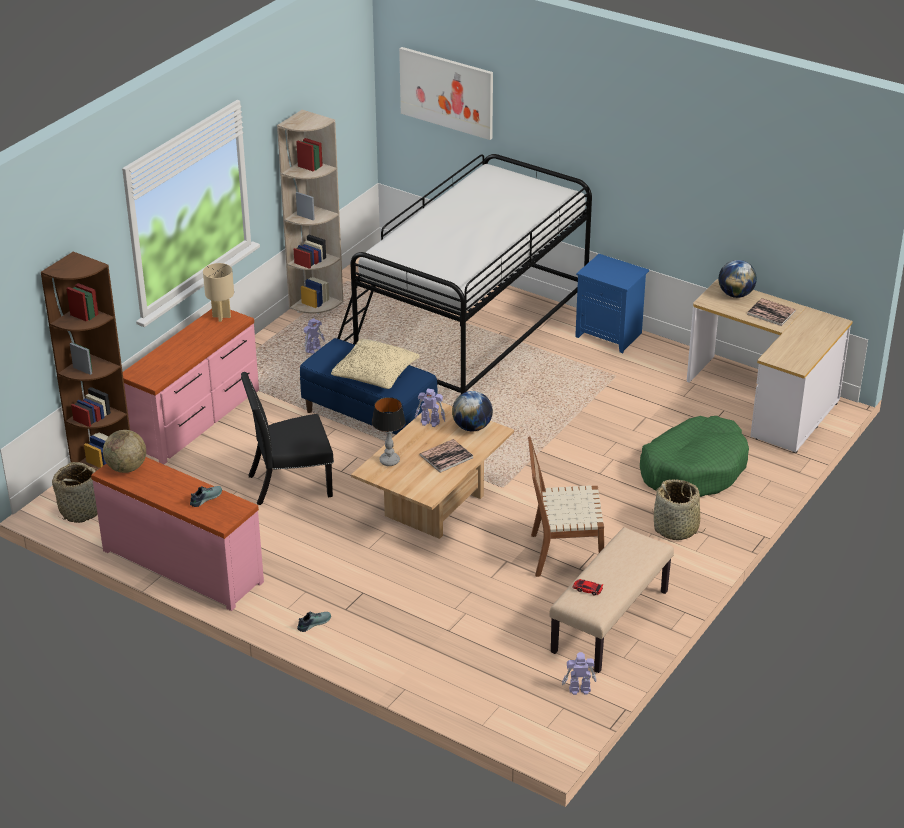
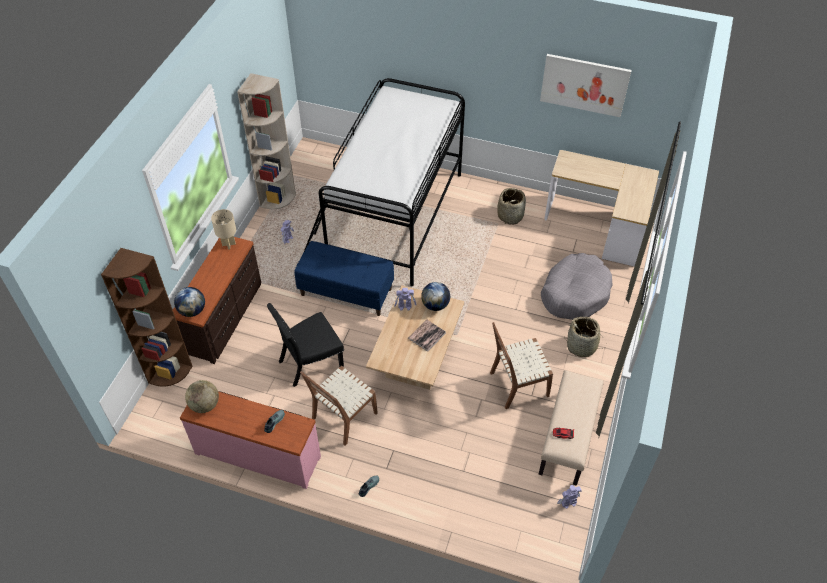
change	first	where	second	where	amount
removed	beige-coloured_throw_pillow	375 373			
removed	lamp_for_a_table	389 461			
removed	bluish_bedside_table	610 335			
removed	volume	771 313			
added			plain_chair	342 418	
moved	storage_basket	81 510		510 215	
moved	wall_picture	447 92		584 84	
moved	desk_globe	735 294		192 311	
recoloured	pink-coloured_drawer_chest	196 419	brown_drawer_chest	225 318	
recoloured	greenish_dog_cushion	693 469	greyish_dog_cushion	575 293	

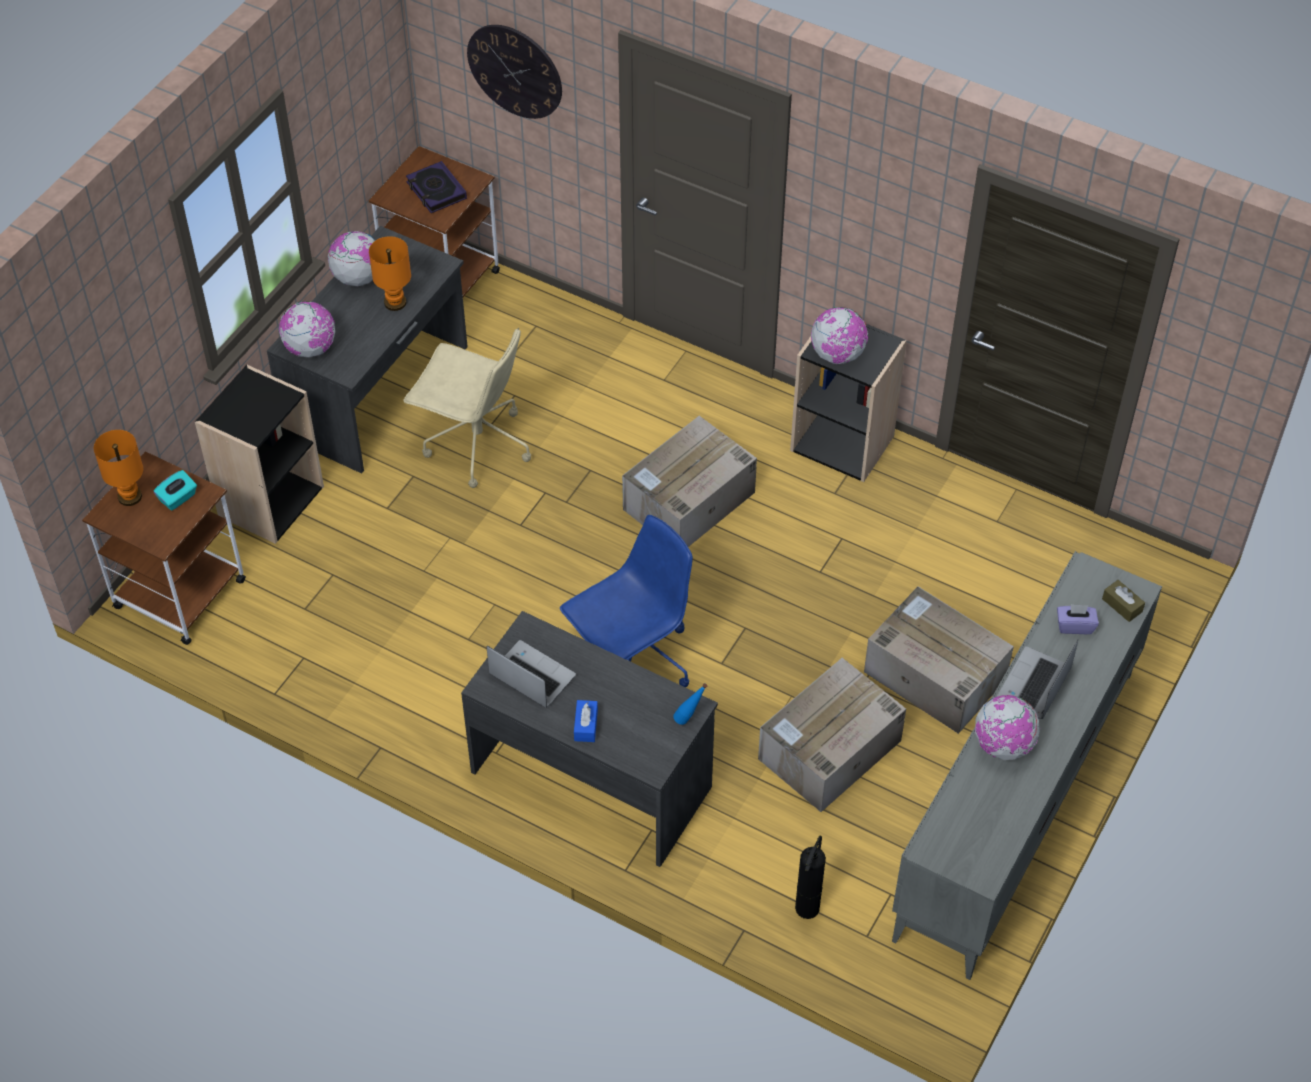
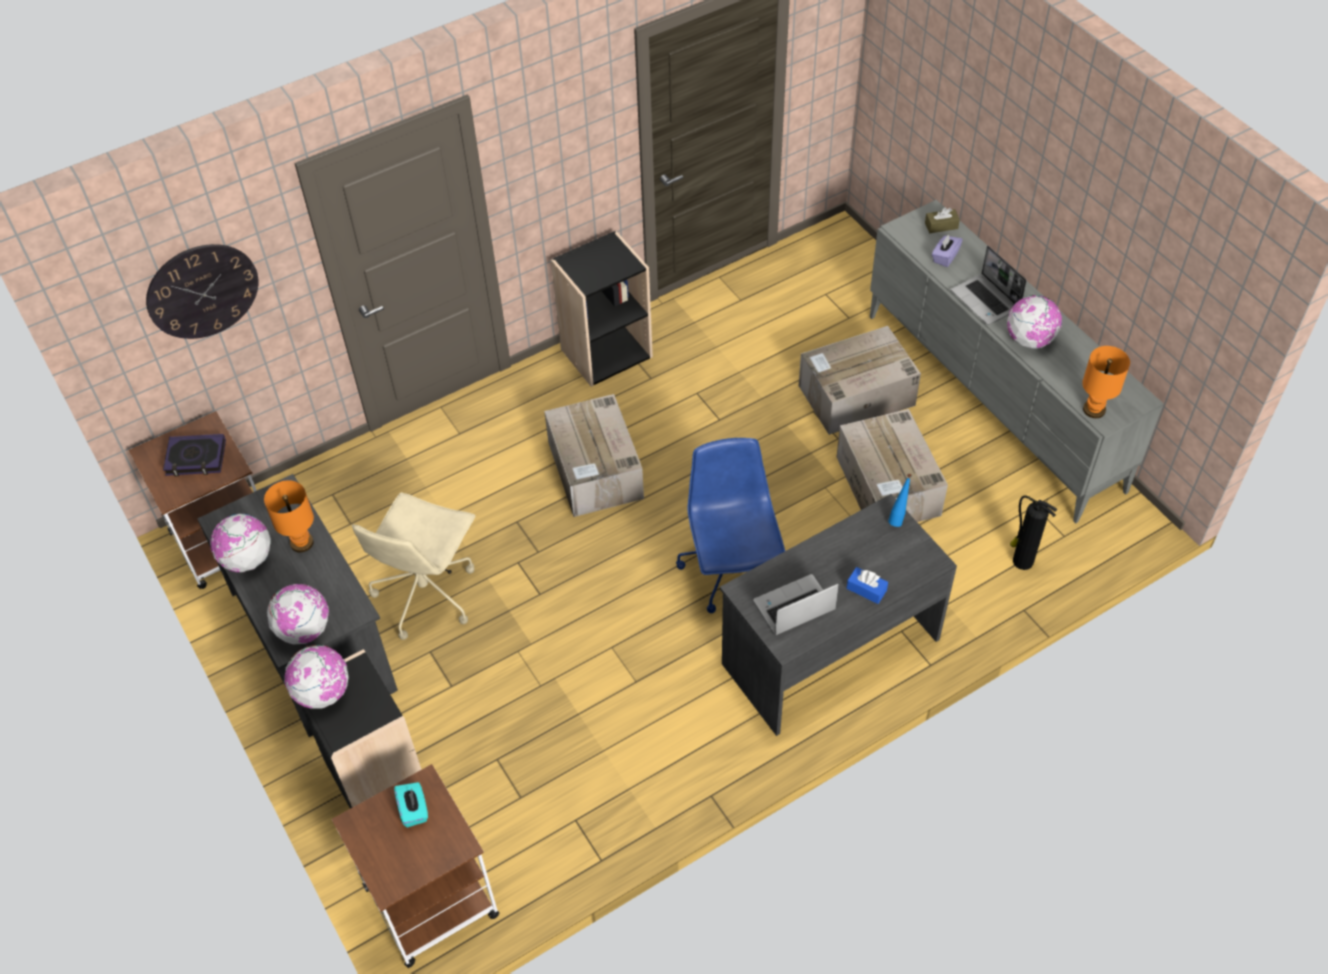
change	first	where	second	where	amount
moved	orangey_lamp_for_a_table	130 496		1094 409	
moved	desk_globe	837 355		323 692	
turned	beige-coloured_desk_chair	474 444		428 592	150 degrees clockwise

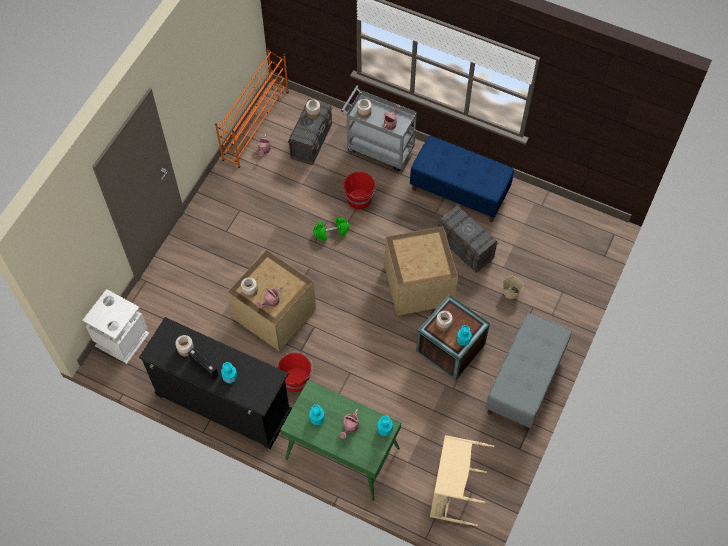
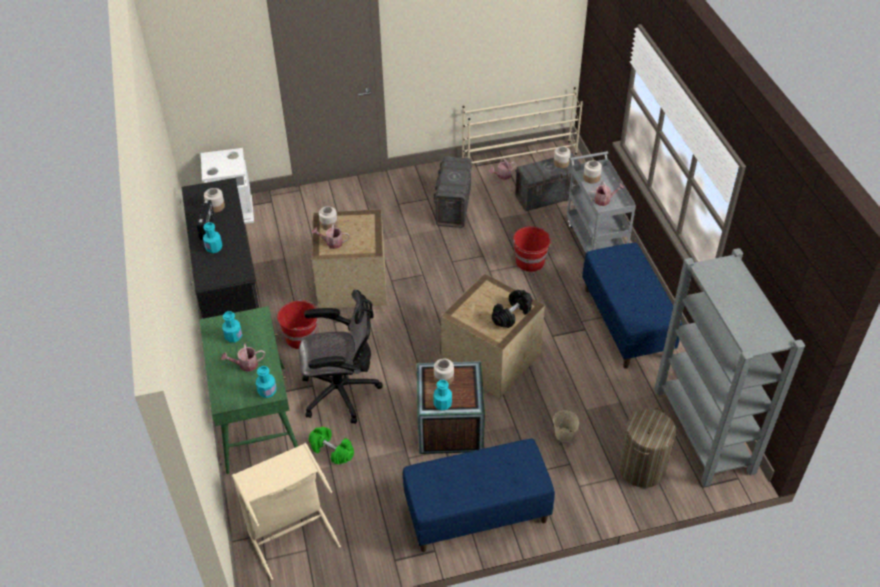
change	first	where	second	where	amount
added			desk_chair	340 392	
added			black-coloured_dumbbell	511 314	
added			hamper	642 468	
added			greyish_bookshelf	703 430	
moved	greenish_dumbbell	331 232		331 451	
moved	greyish_storage_container	465 248		453 207	
recoloured	orangey_shoe_shelf	256 125	beige-coloured_shoe_shelf	520 157	
recoloured	greyish_bench	525 382	bluish_bench	476 514	

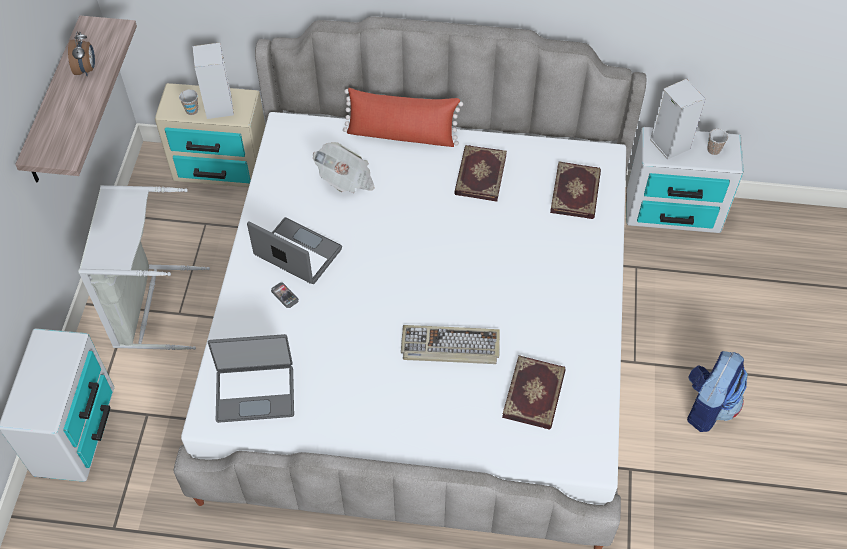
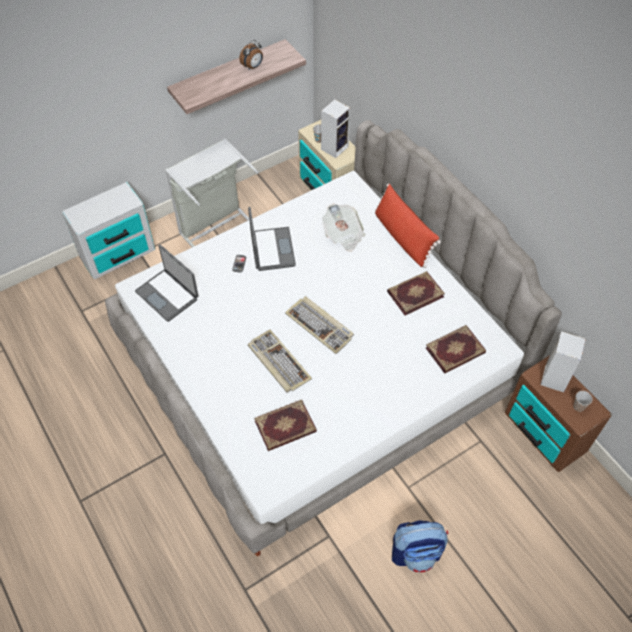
change	first	where	second	where	amount
added			computer_keyboard	320 326	
recoloured	whitish_bedside_table	672 216	brown_bedside_table	542 435	

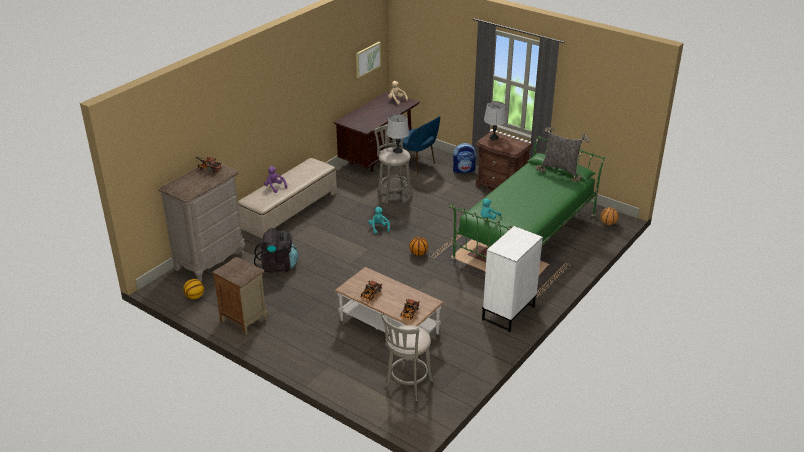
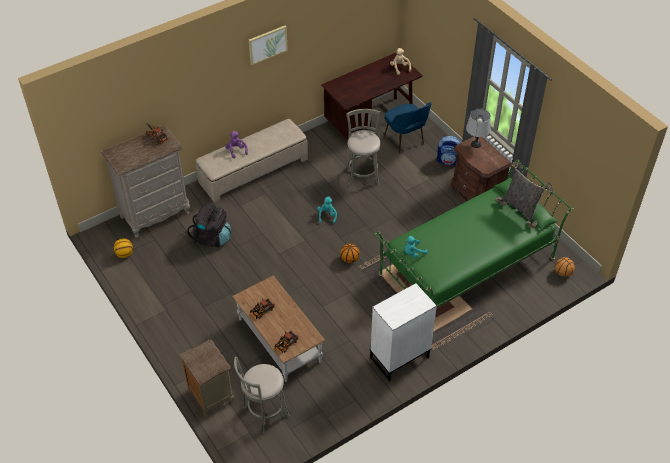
change	first	where	second	where	amount
removed	greyish_lamp_for_a_table	397 150			
moved	beige-coloured_bedside_table	244 319		211 395	
moved	wall_picture	367 59		267 44	

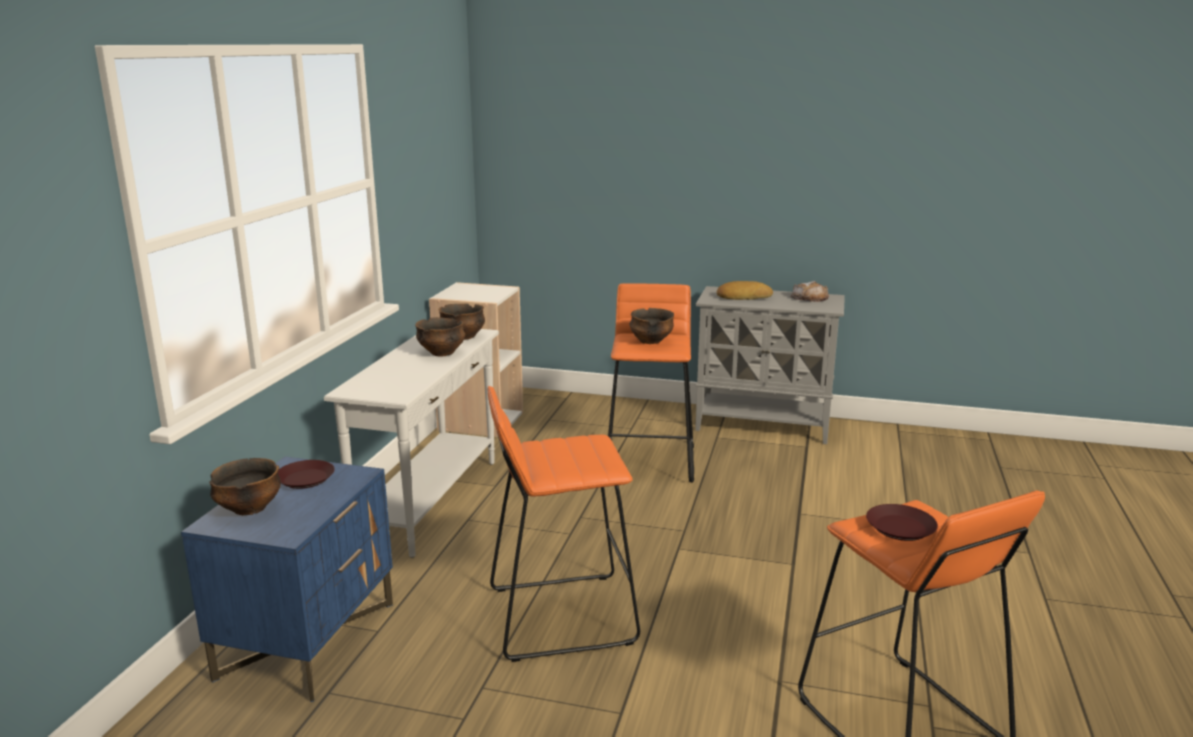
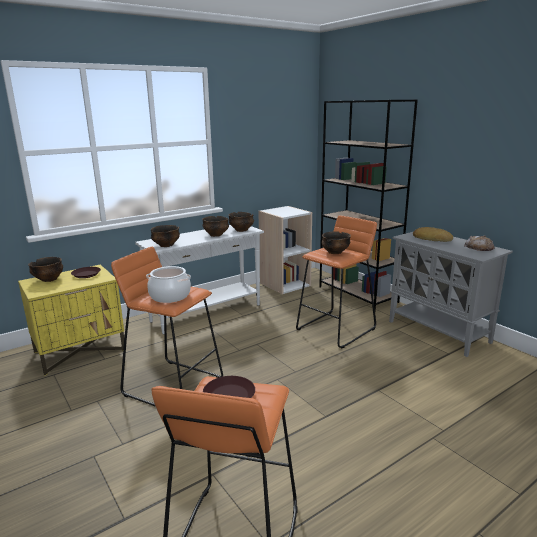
change	first	where	second	where	amount
added			cooking_pot	169 296	
added			bowl	166 245	
added			beige-coloured_bookshelf	358 294	
recoloured	bluish_bedside_table	308 640	yellowish_bedside_table	80 351	

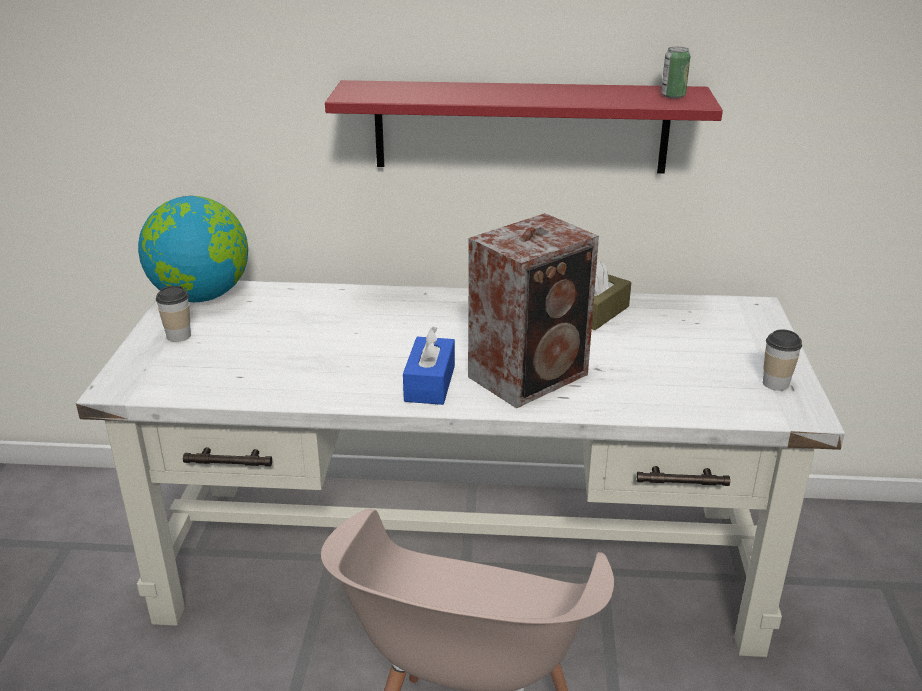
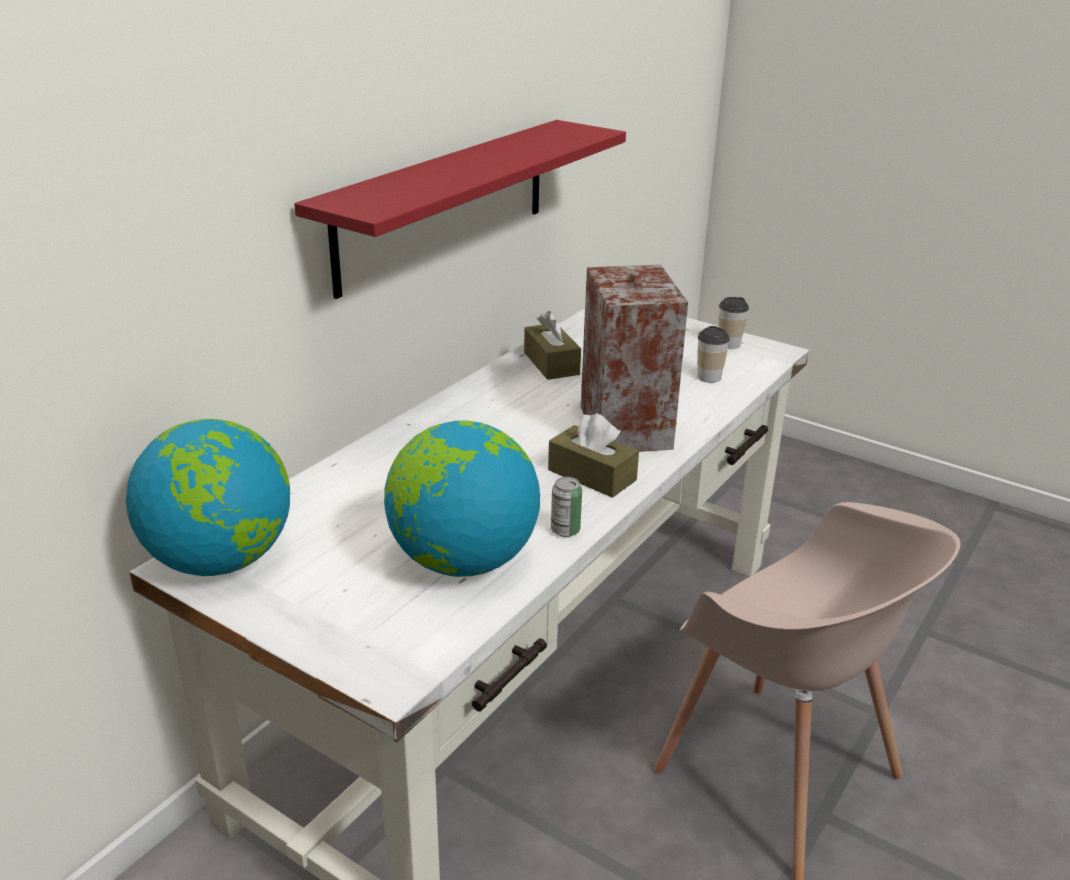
change	first	where	second	where	amount
added			desk_globe	463 560	
moved	drinking_cup	178 336		709 377	
moved	can	673 96		565 530	
recoloured	bluish_tissue_holder	430 383	brown_tissue_holder	592 475	

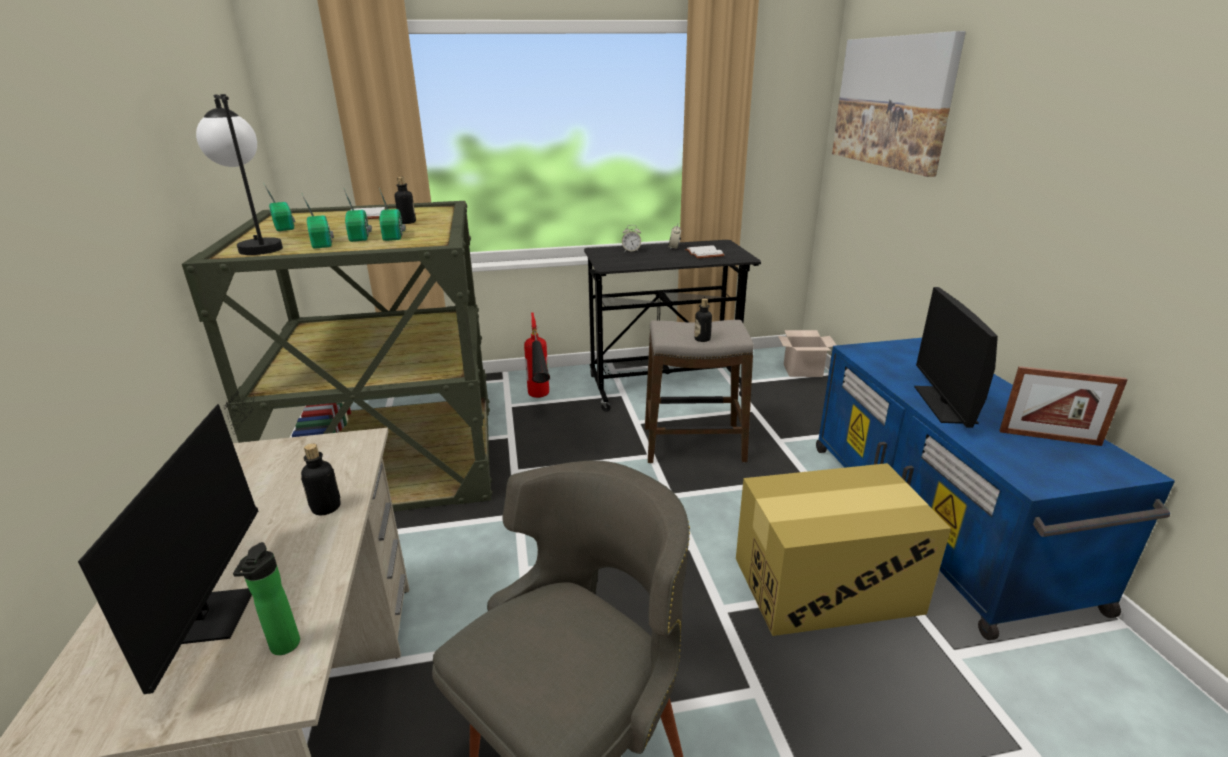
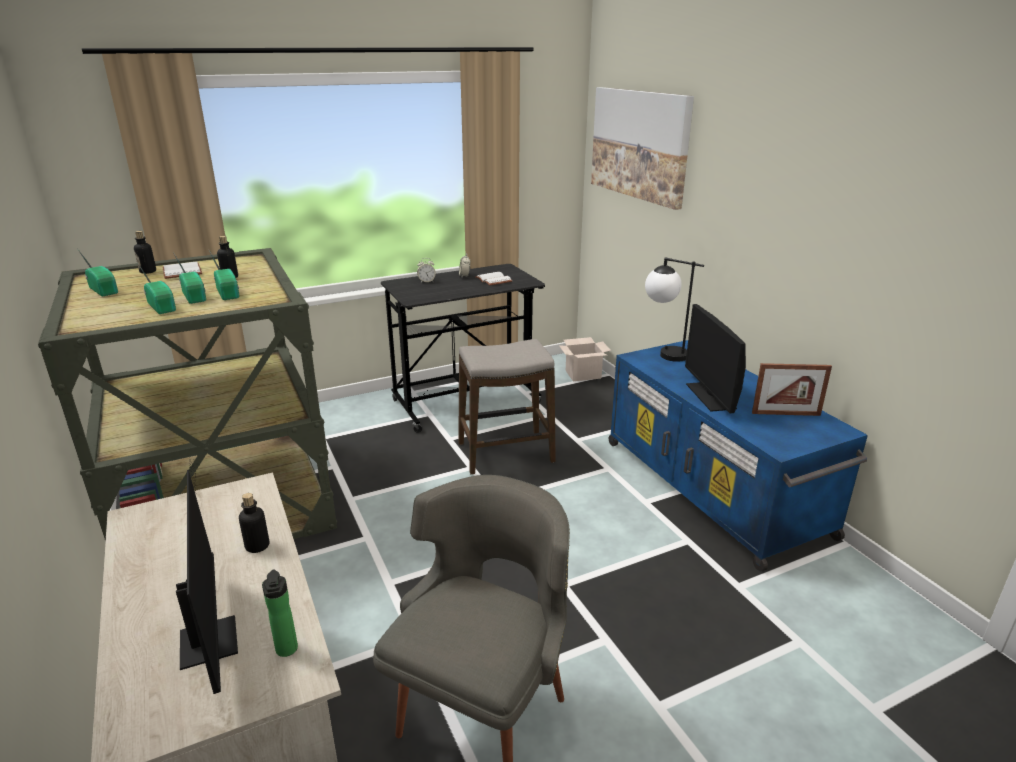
change	first	where	second	where	amount
removed	fire_extinguisher	540 402			
removed	cardboard_box	826 584			
moved	lamp_for_a_table	257 246		663 353	
moved	bottle	702 339		148 271	

